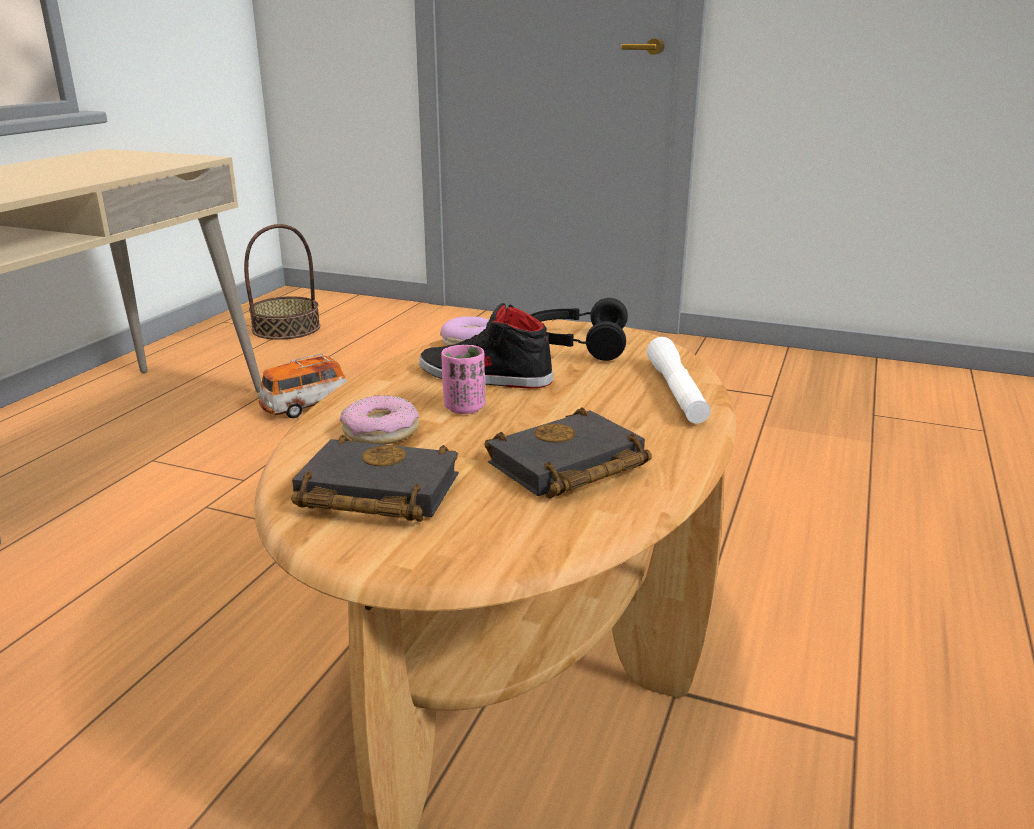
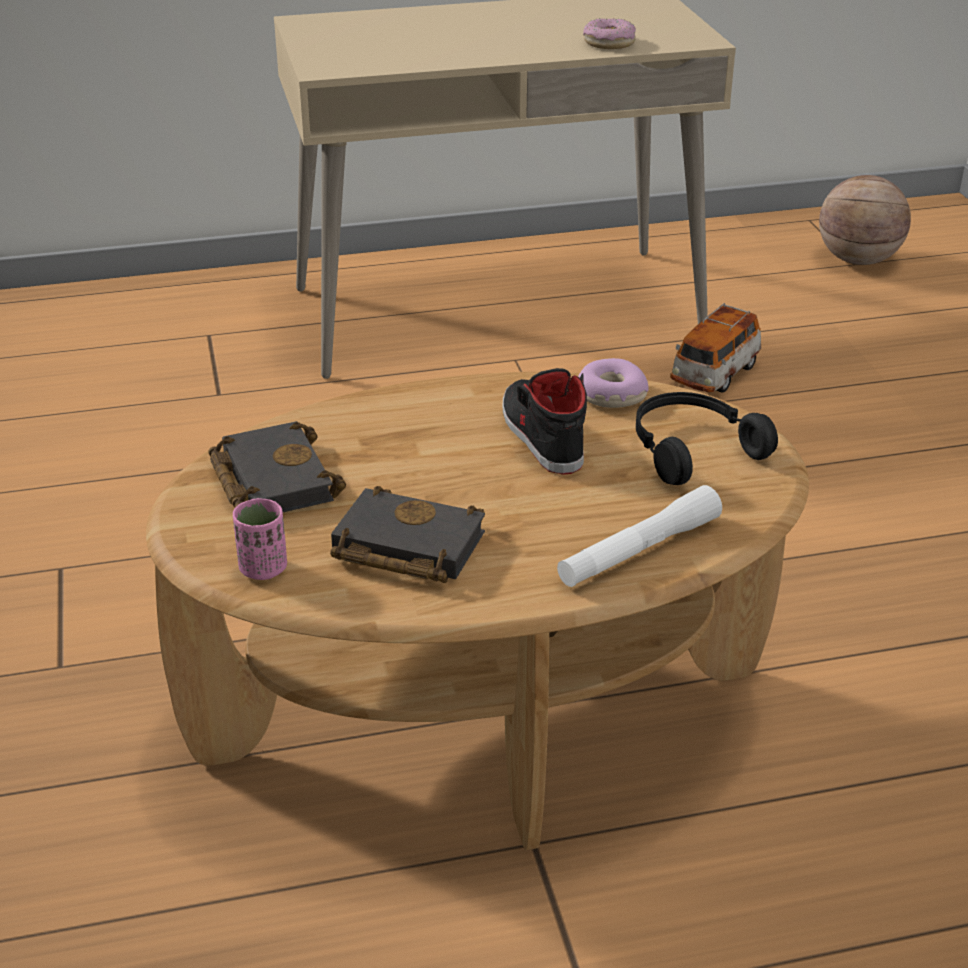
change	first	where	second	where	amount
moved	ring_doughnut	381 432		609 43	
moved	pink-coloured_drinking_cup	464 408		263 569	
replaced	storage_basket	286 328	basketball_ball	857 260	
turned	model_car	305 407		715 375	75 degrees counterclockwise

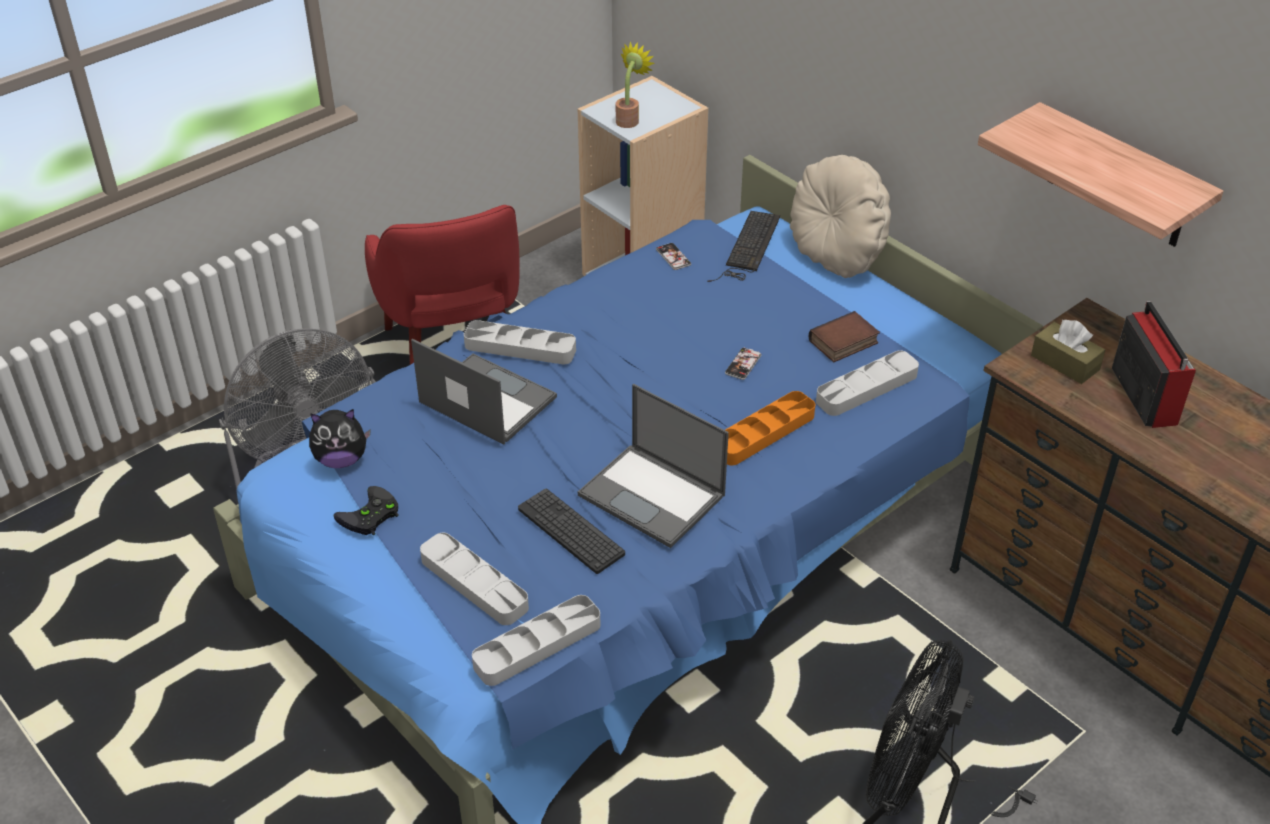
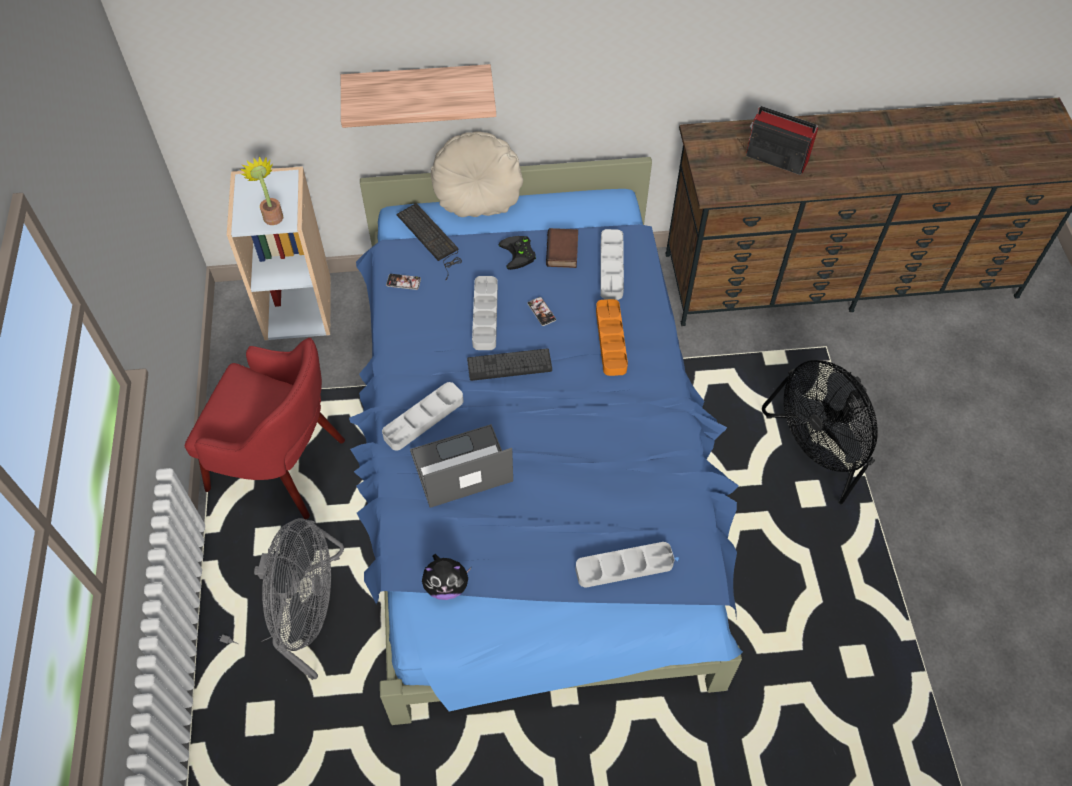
change	first	where	second	where	amount
removed	notebook_computer	653 495			
removed	brown_tissue_holder	1065 363			
moved	black-coloured_gamepad	369 517		519 254	
moved	greyish_serving_tray	537 645		485 315	
moved	computer_keyboard	570 531		509 365	
moved	bracket_shelf	1119 178		418 90	
turned	soft_toy	341 460		446 585	60 degrees clockwise

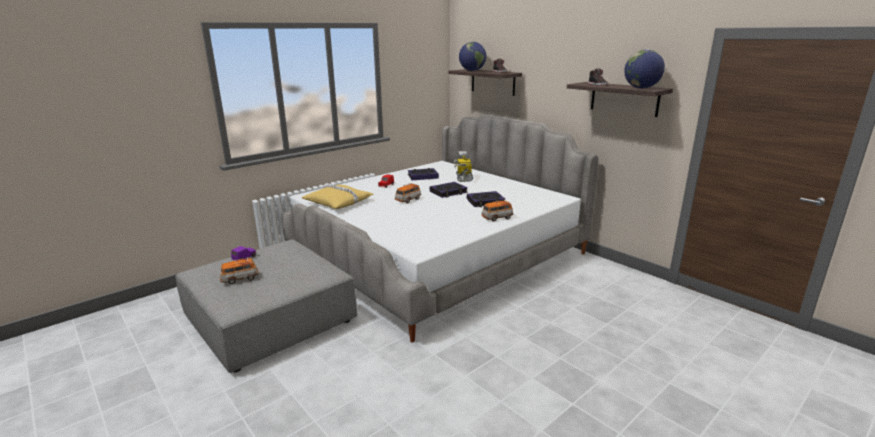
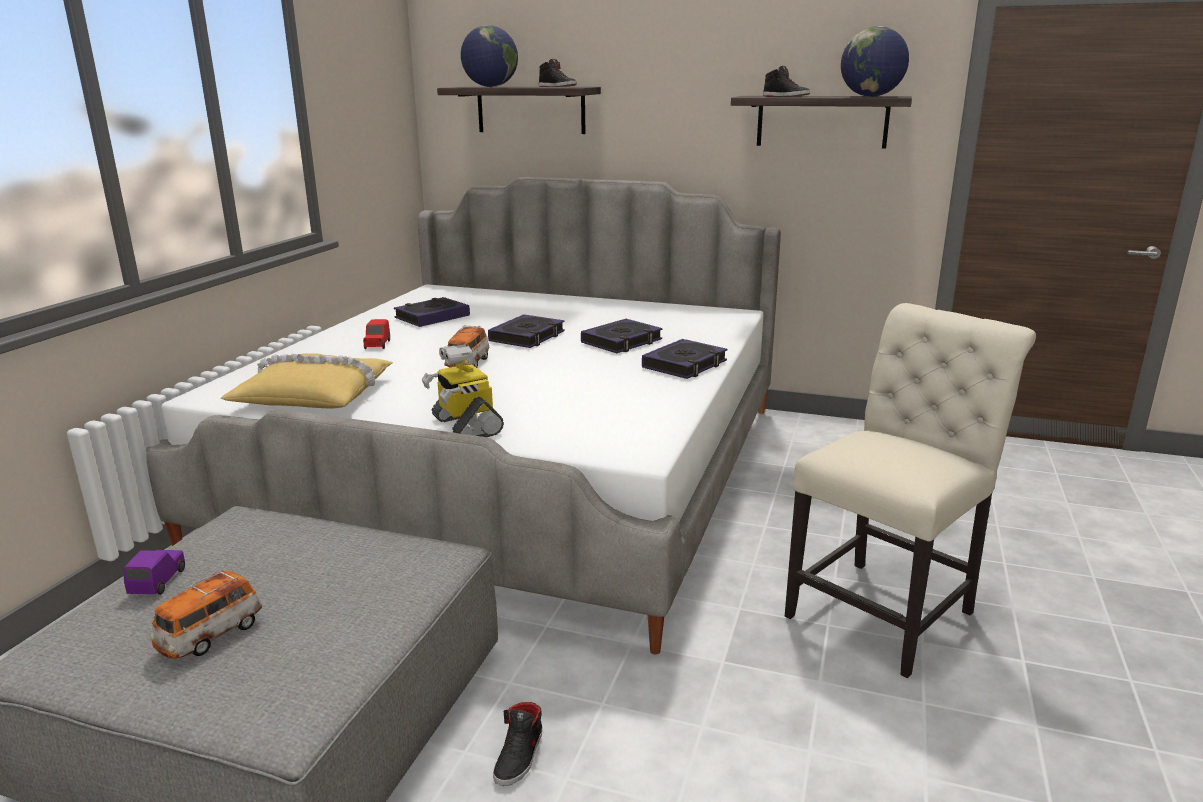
change	first	where	second	where	amount
added			black-coloured_low_shoe	520 756	
added			beige-coloured_plain_chair	887 611	
moved	toy_robot	463 178		465 426	
replaced	model_car	497 218	volume	685 365	

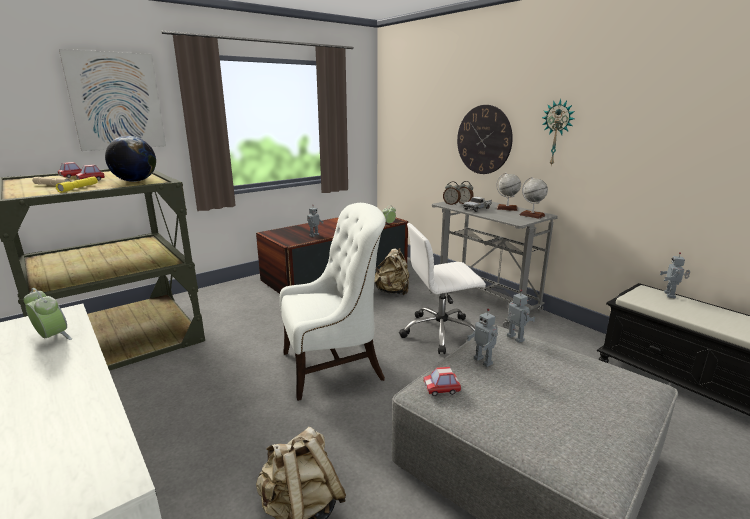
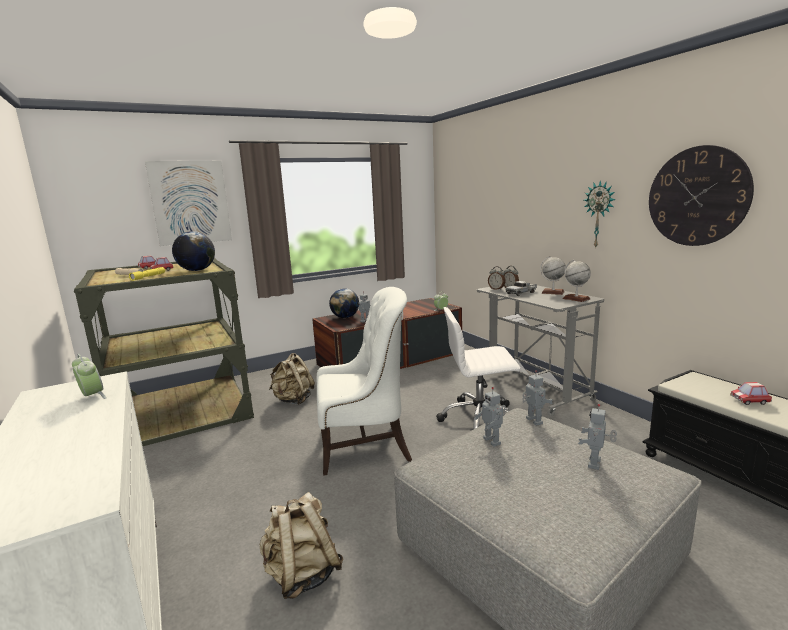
change	first	where	second	where	amount
added			desk_globe	345 317	
moved	beige-coloured_rucksack	393 292		293 400	
moved	model_car	441 389		750 401	
moved	wall_clock	484 140		697 196	
moved	toy_robot	670 295		595 464	

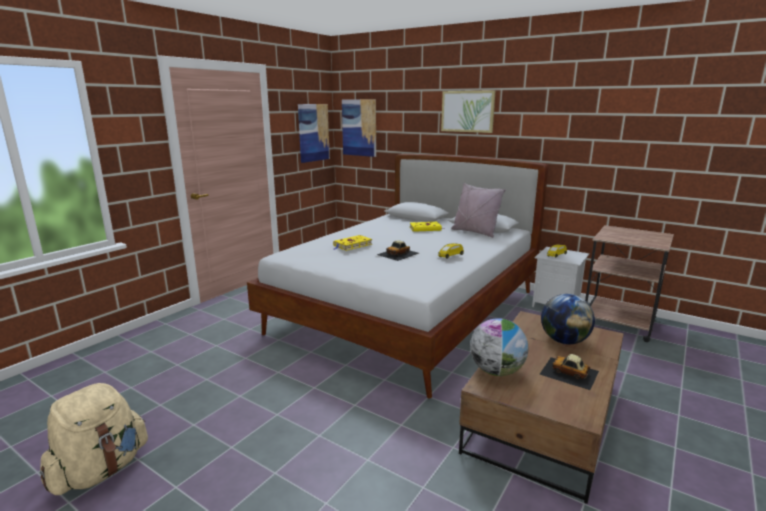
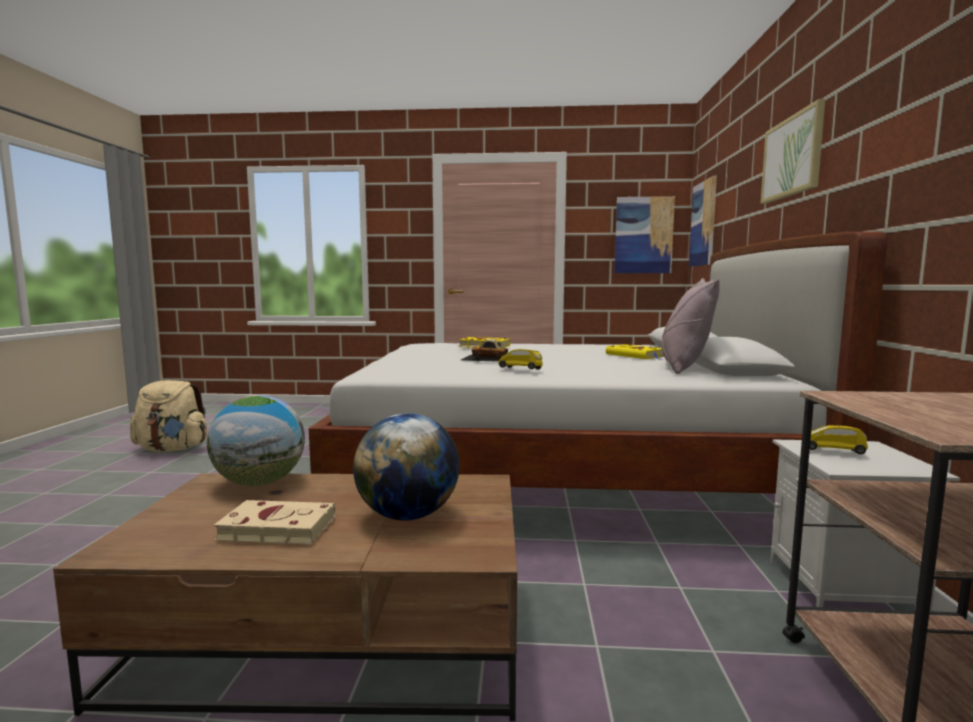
change	first	where	second	where	amount
replaced	model_car	569 373	beige-coloured_volume	274 529	

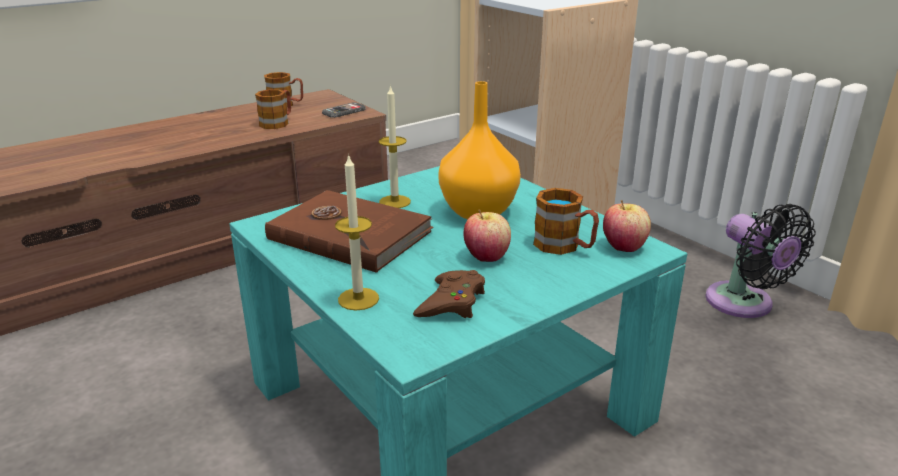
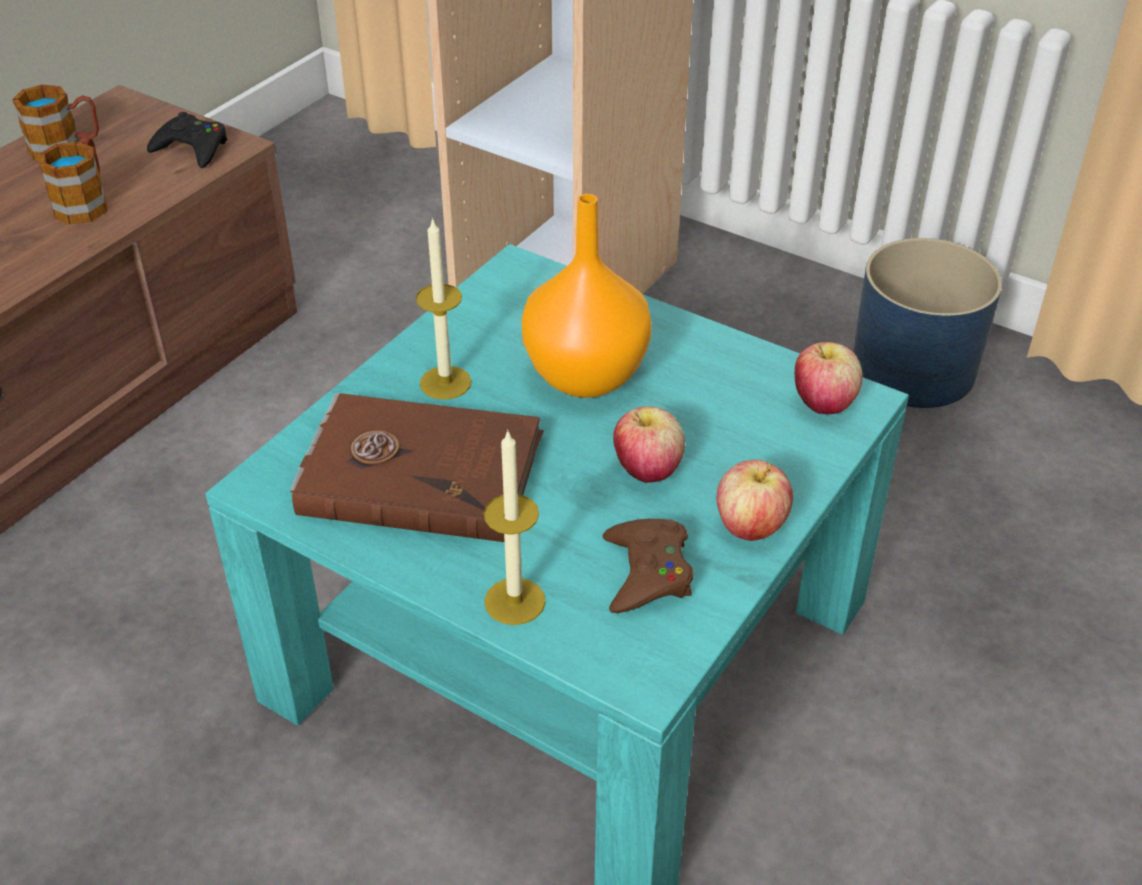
change	first	where	second	where	amount
removed	mug	564 247			
added			apple_fruit	750 527	
replaced	phone	344 112	black-coloured_gamepad	192 148	
replaced	black-coloured_fan	744 304	bluish_planter	913 368	

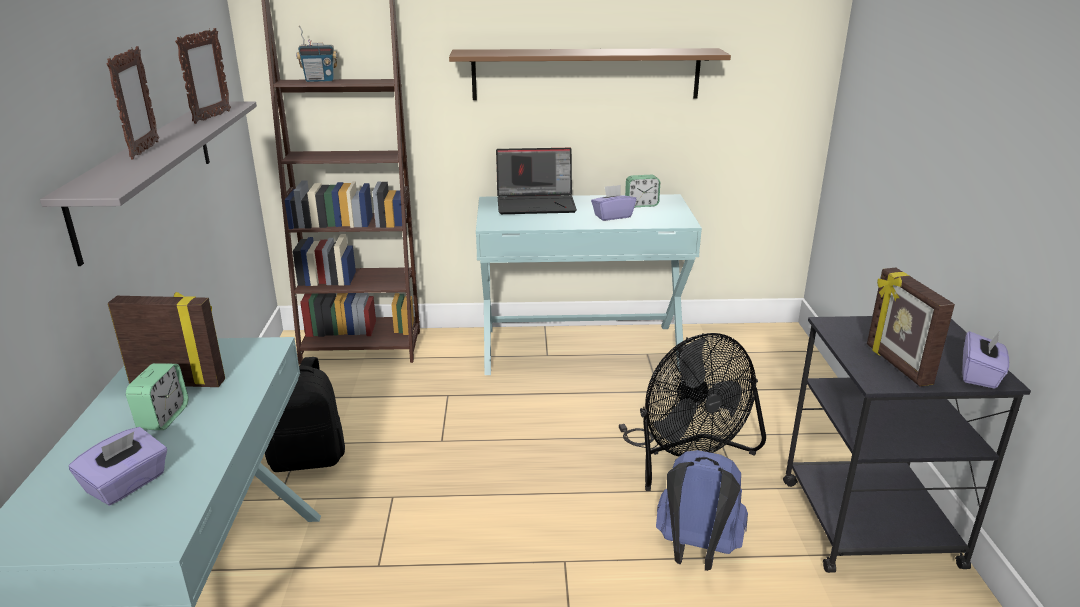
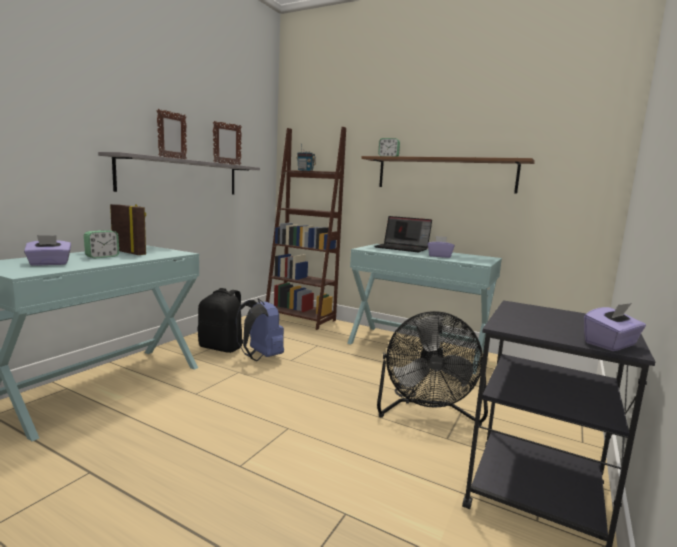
change	first	where	second	where	amount
removed	photo_frame	896 365			
moved	bedside_clock	641 205		388 157	
moved	bluish_rucksack	696 552		260 357	

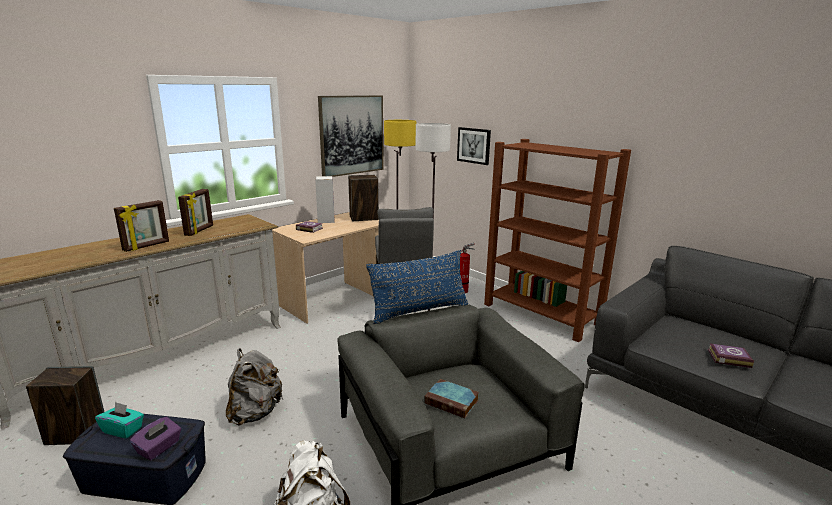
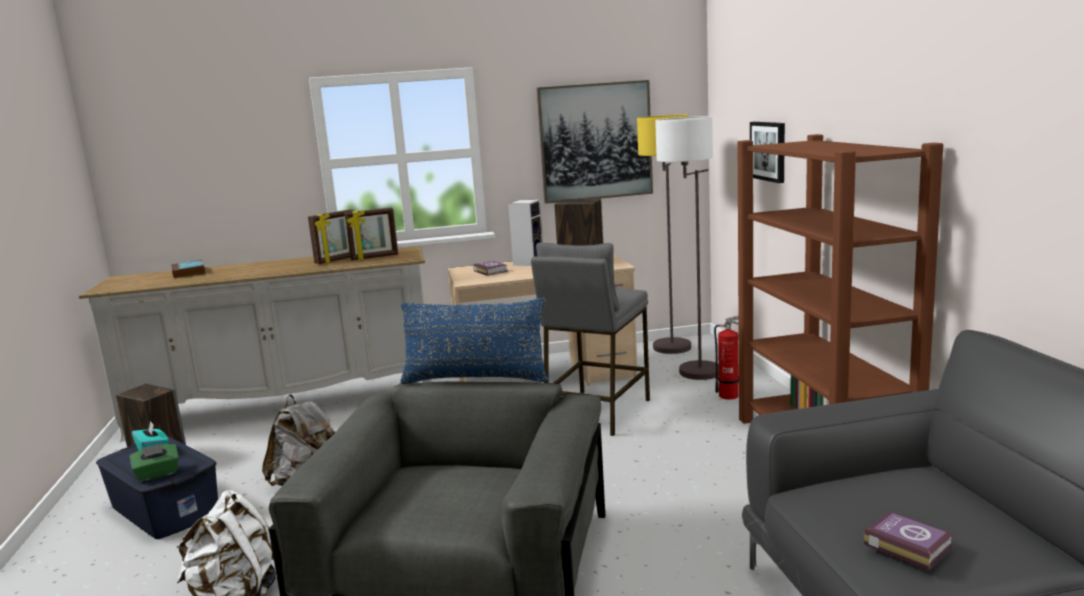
change	first	where	second	where	amount
moved	photo_frame	146 246		374 257	
moved	volume	452 402		189 273	
recoloured	purple_tissue_holder	159 448	greenish_tissue_holder	157 474	

